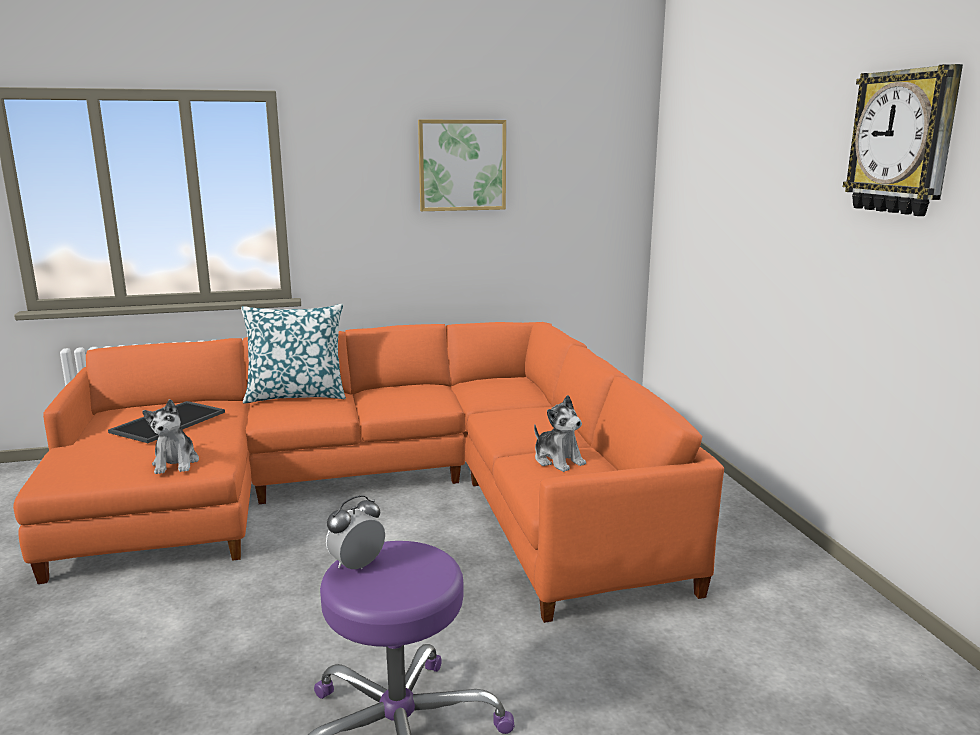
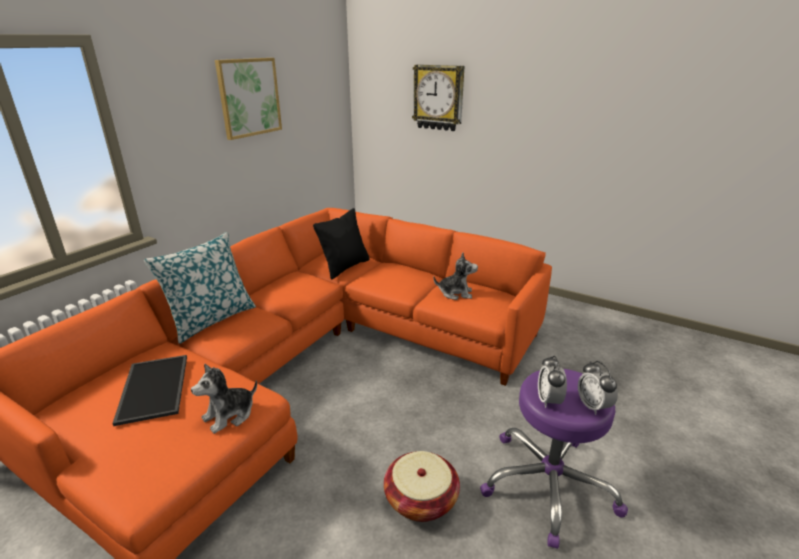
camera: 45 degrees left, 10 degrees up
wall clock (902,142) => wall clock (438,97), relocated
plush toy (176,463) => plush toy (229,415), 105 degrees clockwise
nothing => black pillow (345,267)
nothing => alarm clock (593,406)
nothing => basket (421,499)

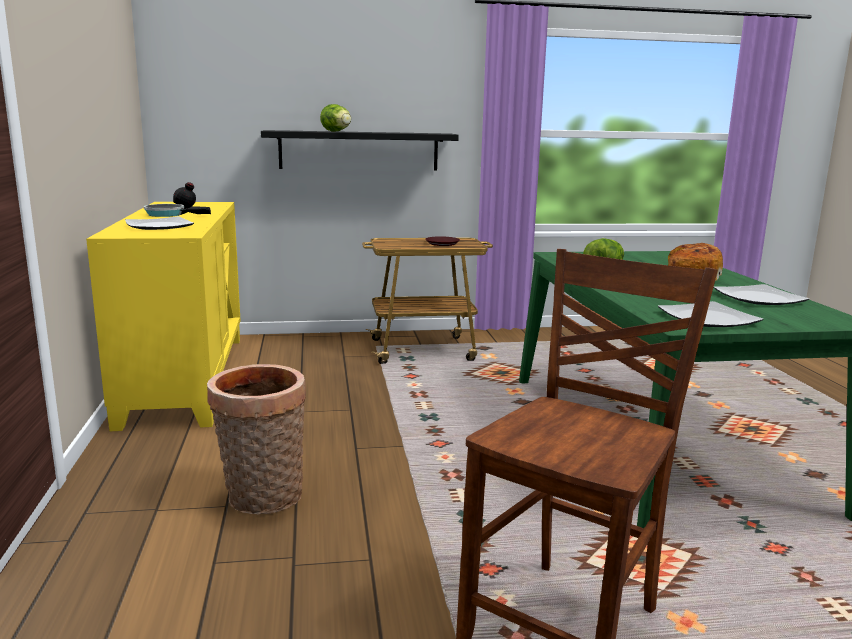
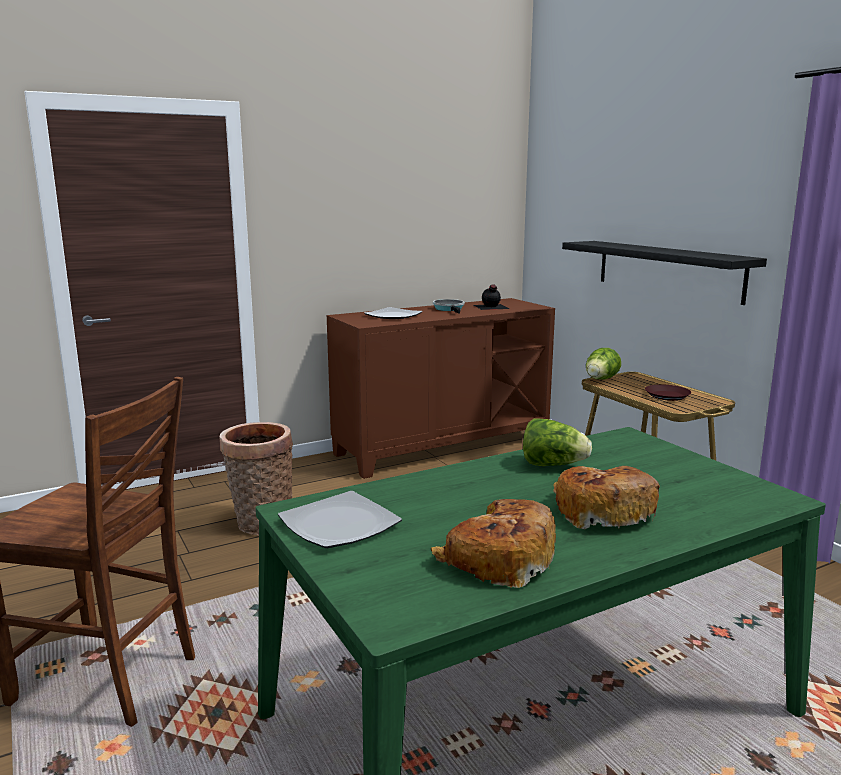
camera: 70 degrees right, 0 degrees up
lettuce (337,131) => lettuce (600,380), relocated
yellow cabinet (184,378) => brown cabinet (442,446)
plate (759,298) => bread (496,559)

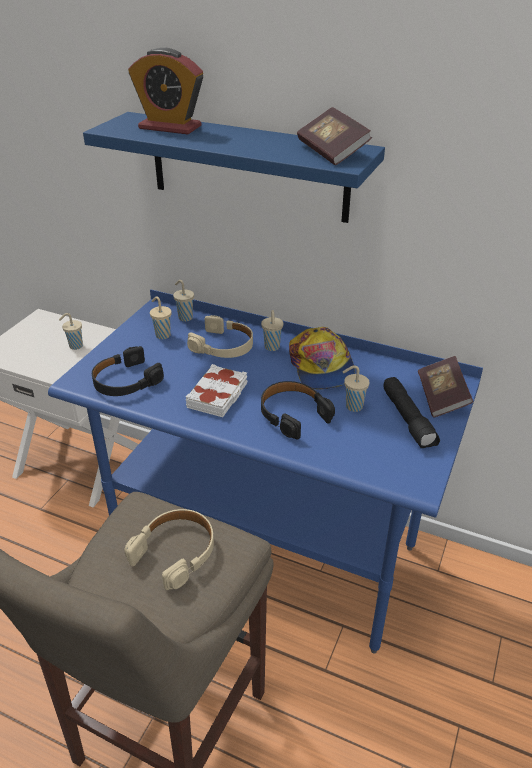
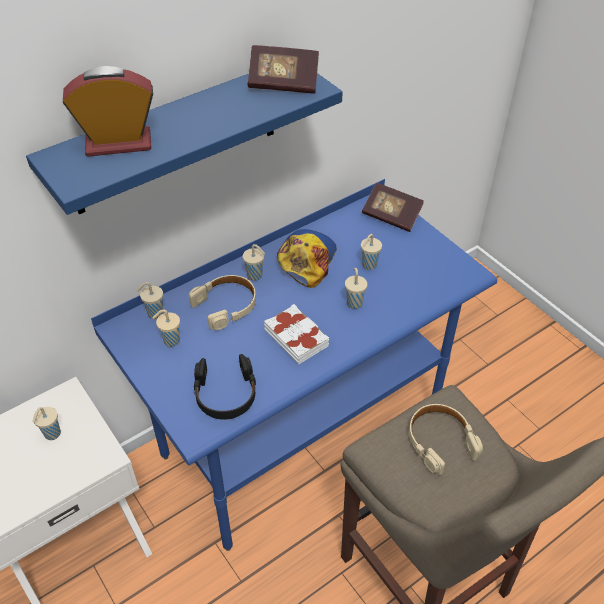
camera: 60 degrees left, 10 degrees up
alarm clock (170,127) => alarm clock (118,144), 150 degrees counterclockwise
cap (321,367) => cap (306,259), 90 degrees counterclockwise
black flashlight (408,419) => nothing
black headphones (293,414) => beige cup (354,302)

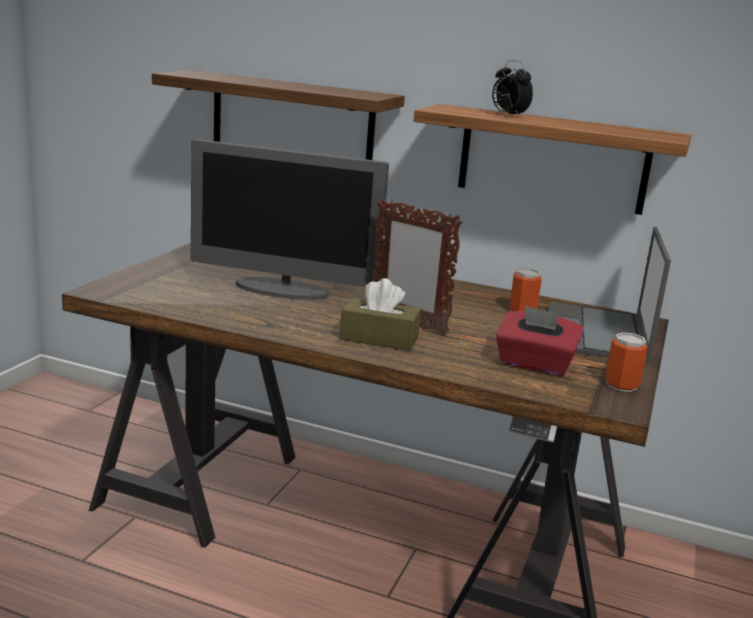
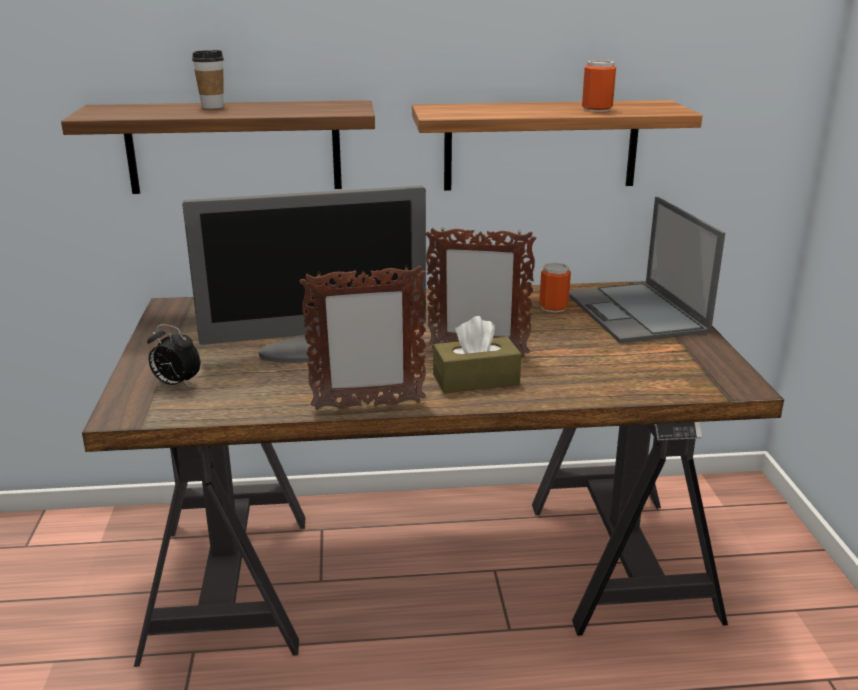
camera: 25 degrees left, 5 degrees up
alarm clock (508,115) => alarm clock (176,384), relocated
red tissue box (534,364) => nothing
can (621,385) => can (597,109), relocated
nothing => cup (212,107)
nothing => picture frame (367,405)

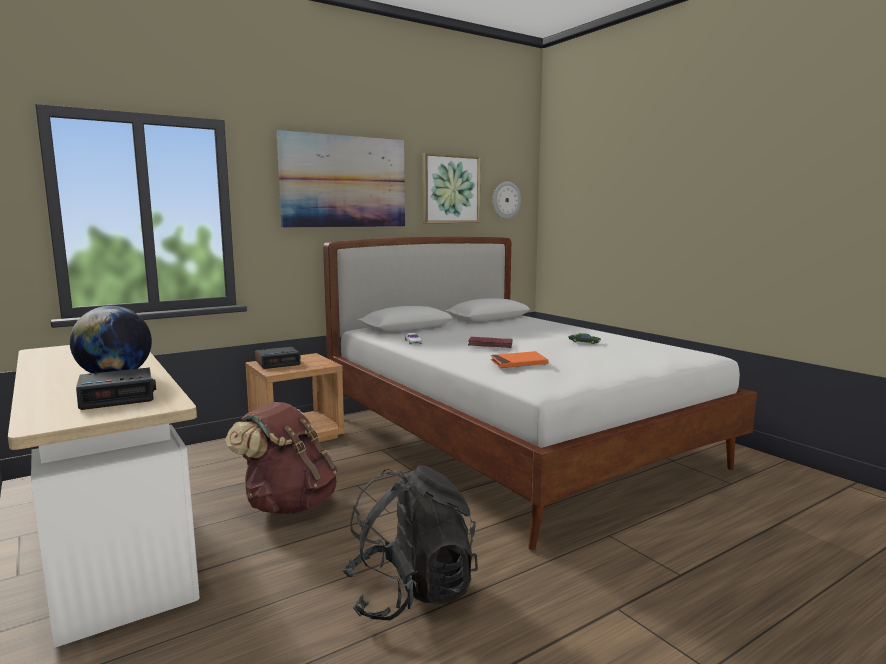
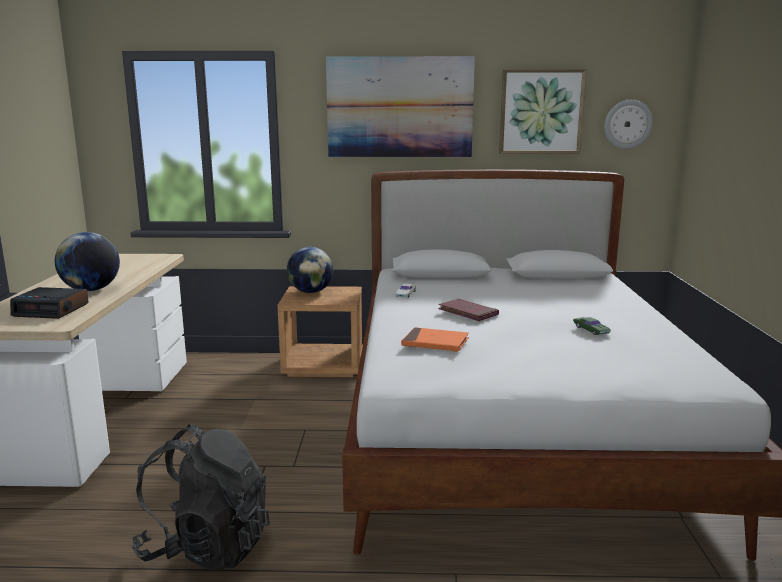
camera: 35 degrees right, 5 degrees up
alarm clock (278,363) => globe (310,292)
brown backpack (288,504) => nothing

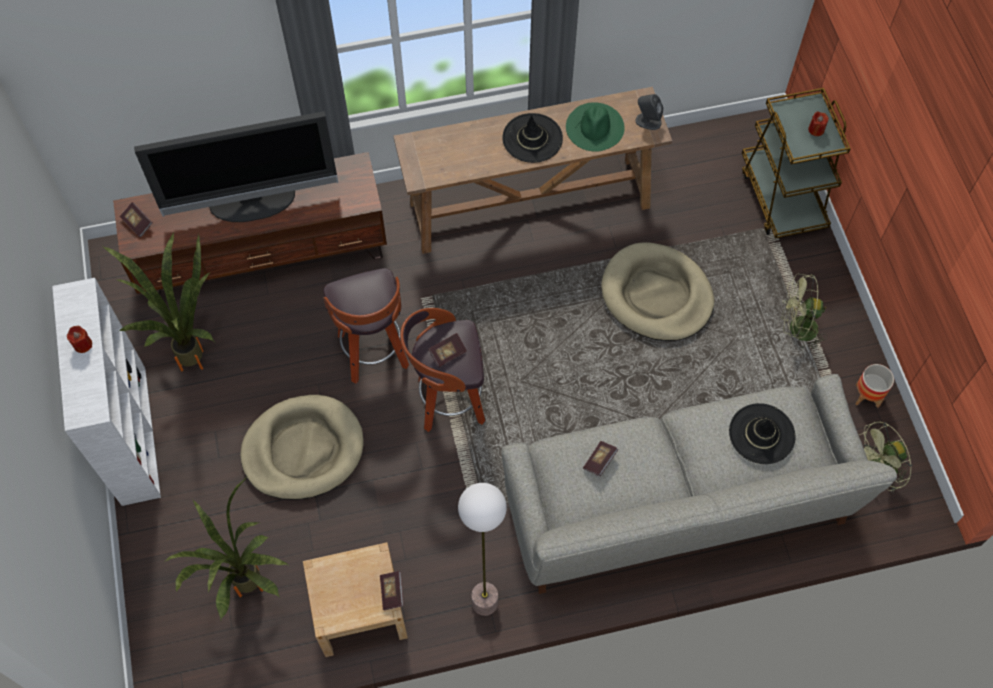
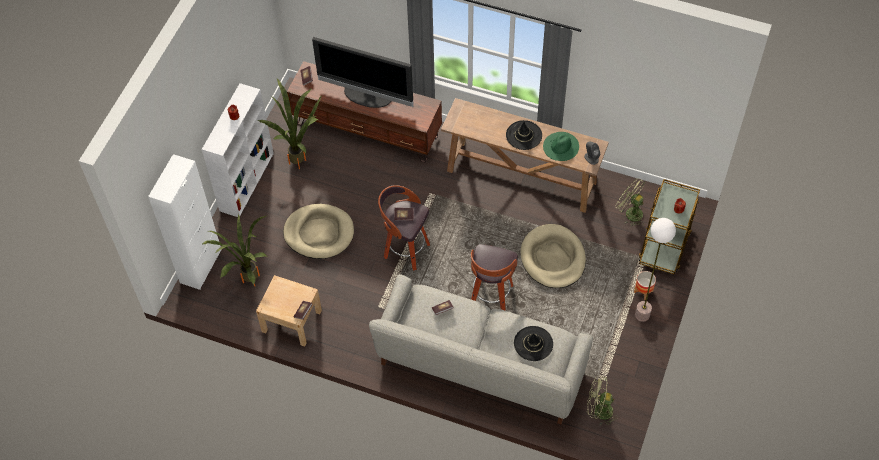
camera: 35 degrees right, 5 degrees down
stool (374,353) => stool (491,297), relocated
green fan (796,329) => green fan (630,212), relocated
planter (867,396) => planter (643,291), relocated
floor lamp (484,603) => floor lamp (642,315), relocated
nothing => white cabinet (201,266)

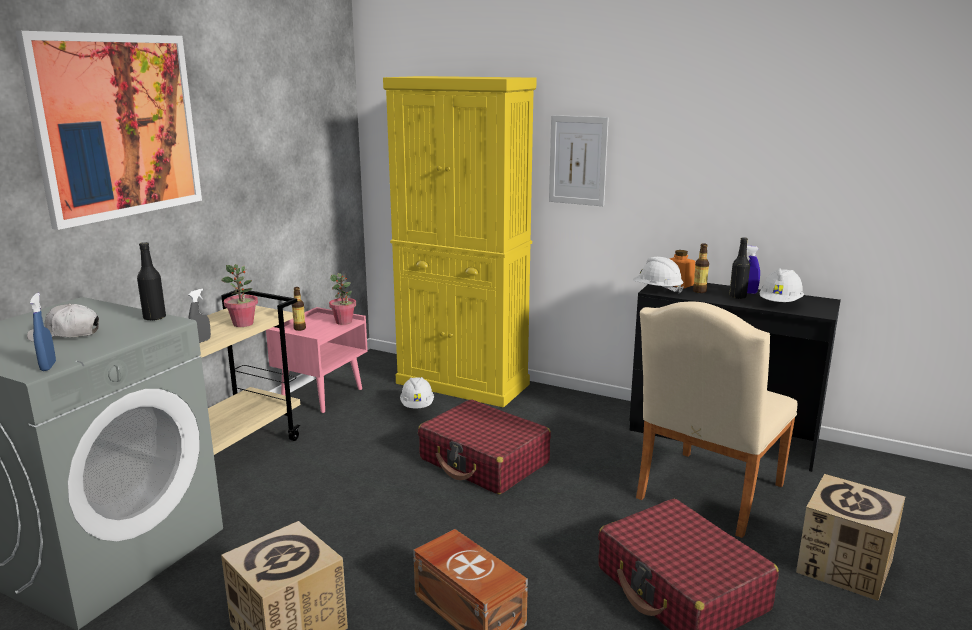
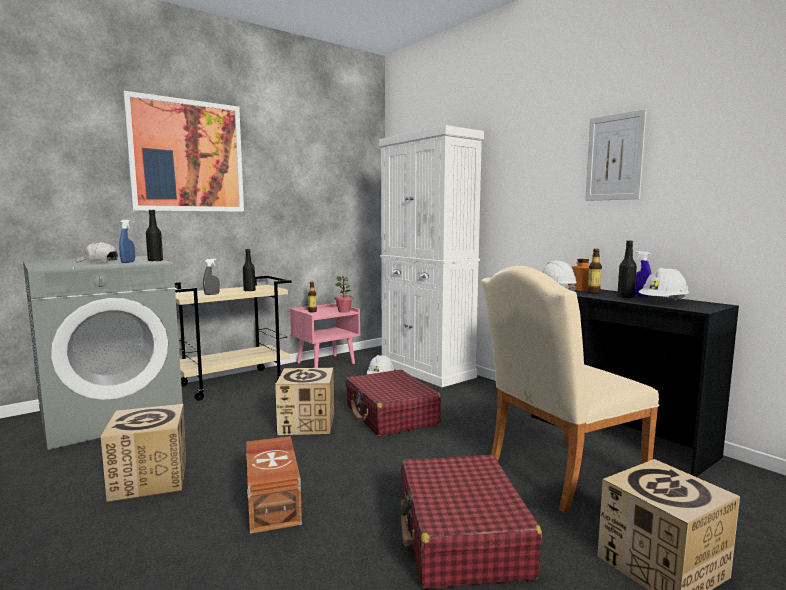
camera: 25 degrees right, 10 degrees down
yellow cabinet (463,384) => white cabinet (426,370)
picture (578,160) => picture (614,157), relocated
potted plant (243,324) => black bottle (249,291)
blue spray bottle (48,366) => blue spray bottle (128,262), relocated
nothing => cardboard box (307,424)

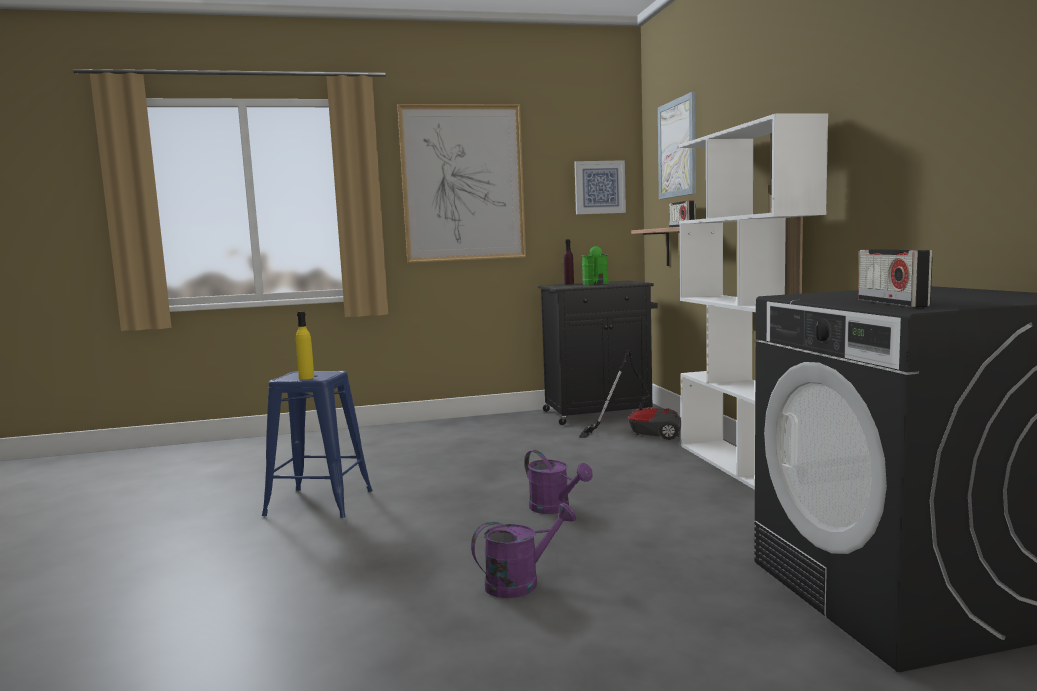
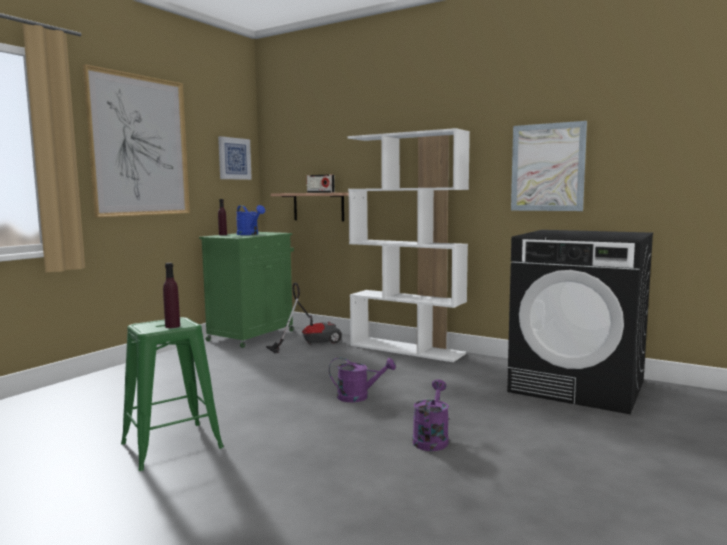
camera: 45 degrees left, 0 degrees up
picture (677,148) => picture (547,167), relocated
green watering can (595,284) => blue watering can (250,234)
radio (892,303) => nothing
black cabinet (599,413) => green cabinet (252,335)
yellow bottle (306,378) => purple bottle (172,326)
blue stool (320,503) => green stool (172,445)

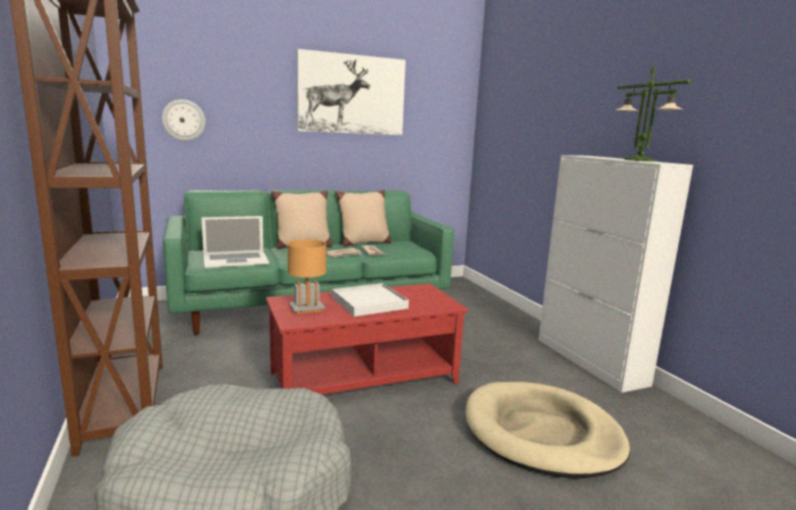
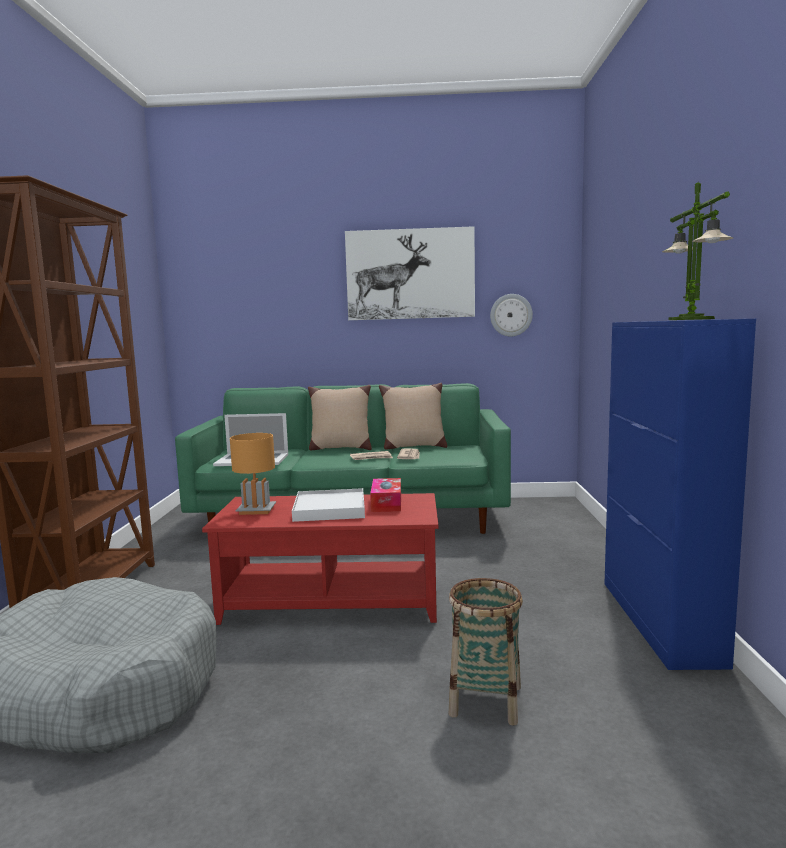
camera: 25 degrees right, 5 degrees down
wall clock (184,120) => wall clock (511,315), relocated
white cabinet (590,361) => blue cabinet (659,621)
beige dog bed (541,434) => basket (486,701)
nothing => tissue box (386,503)

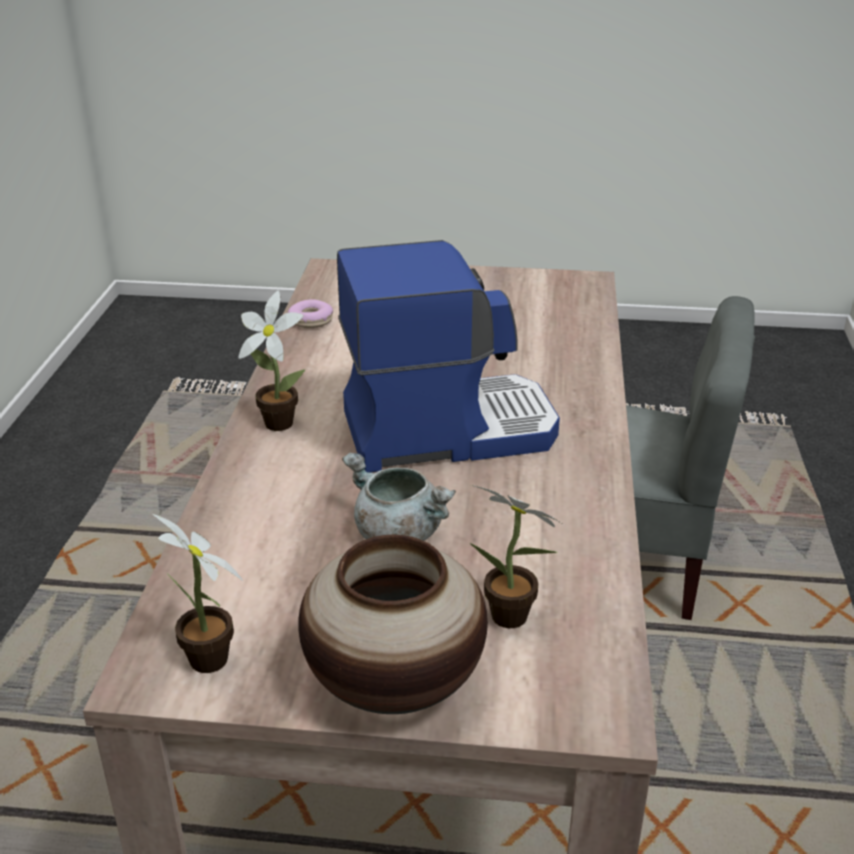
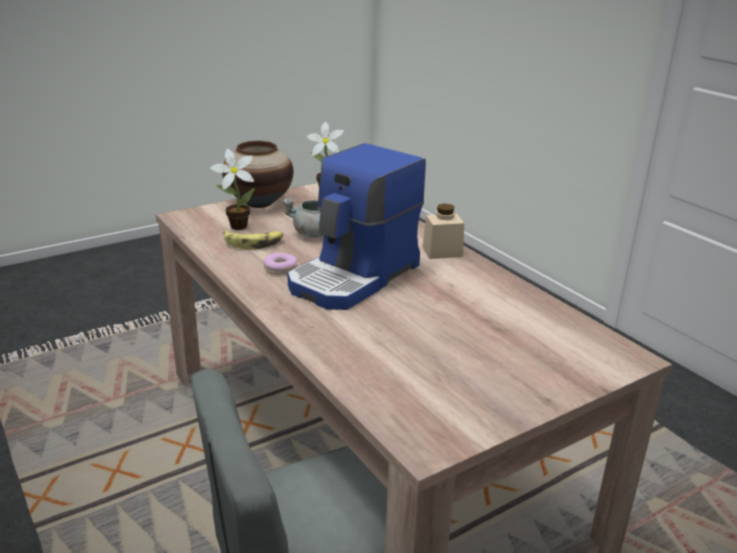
camera: 140 degrees right, 5 degrees down
potted plant (276,421) => beige jar (442,252)
donut (311,321) => donut (280,268), relocated
nothing => banana (254,243)

